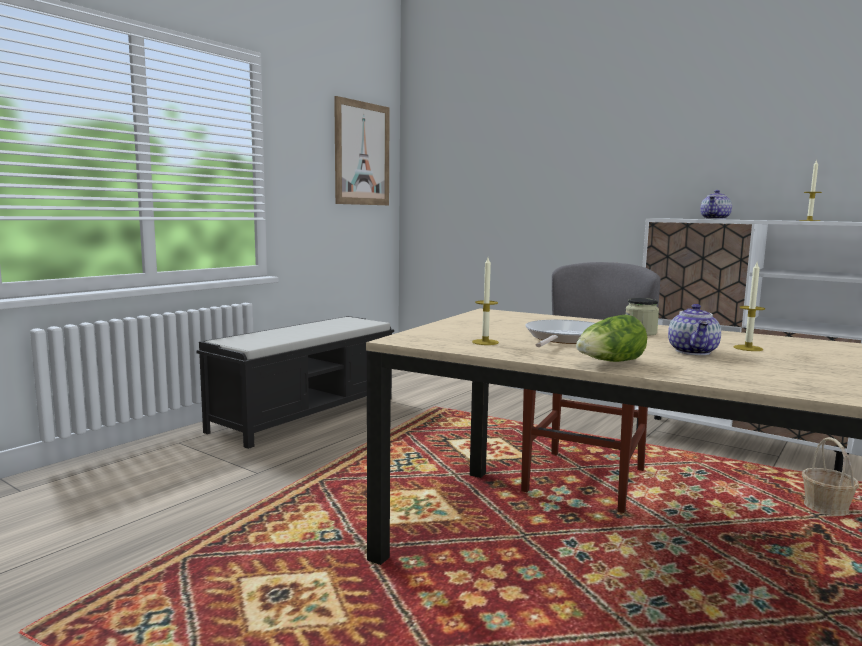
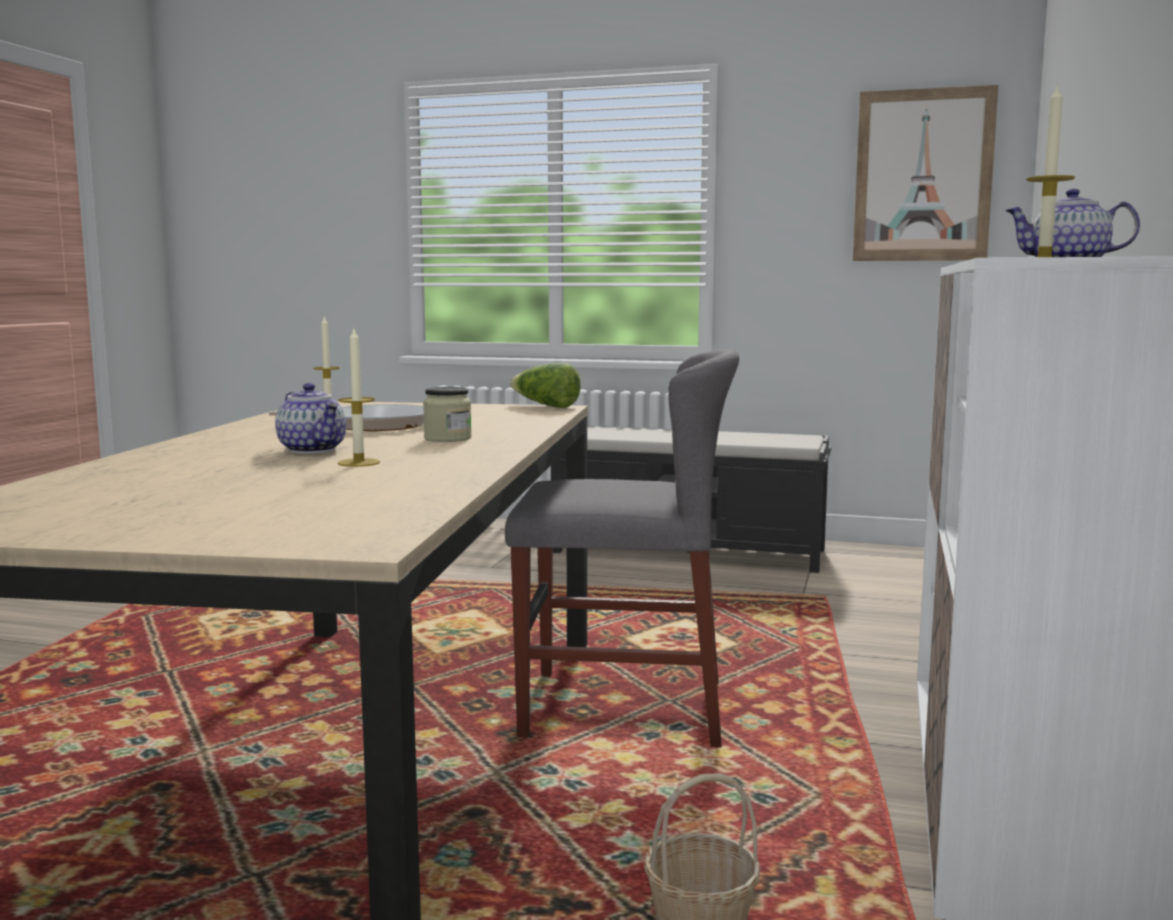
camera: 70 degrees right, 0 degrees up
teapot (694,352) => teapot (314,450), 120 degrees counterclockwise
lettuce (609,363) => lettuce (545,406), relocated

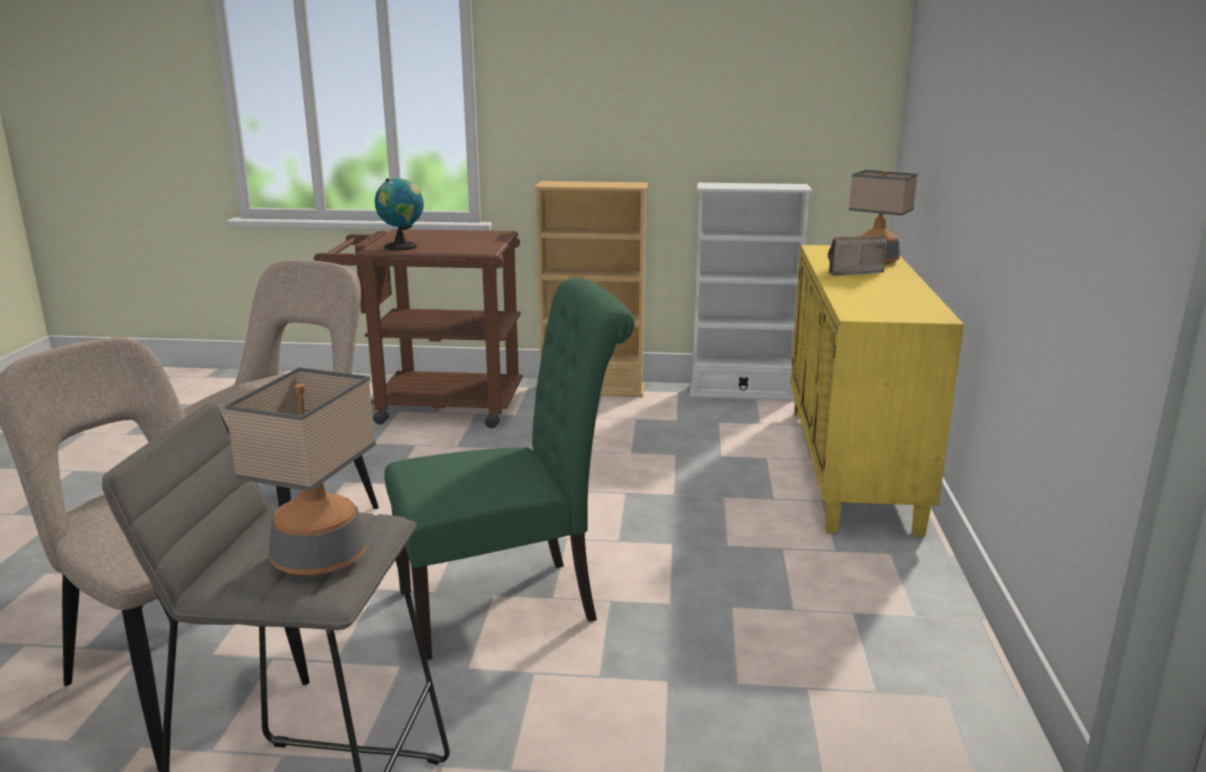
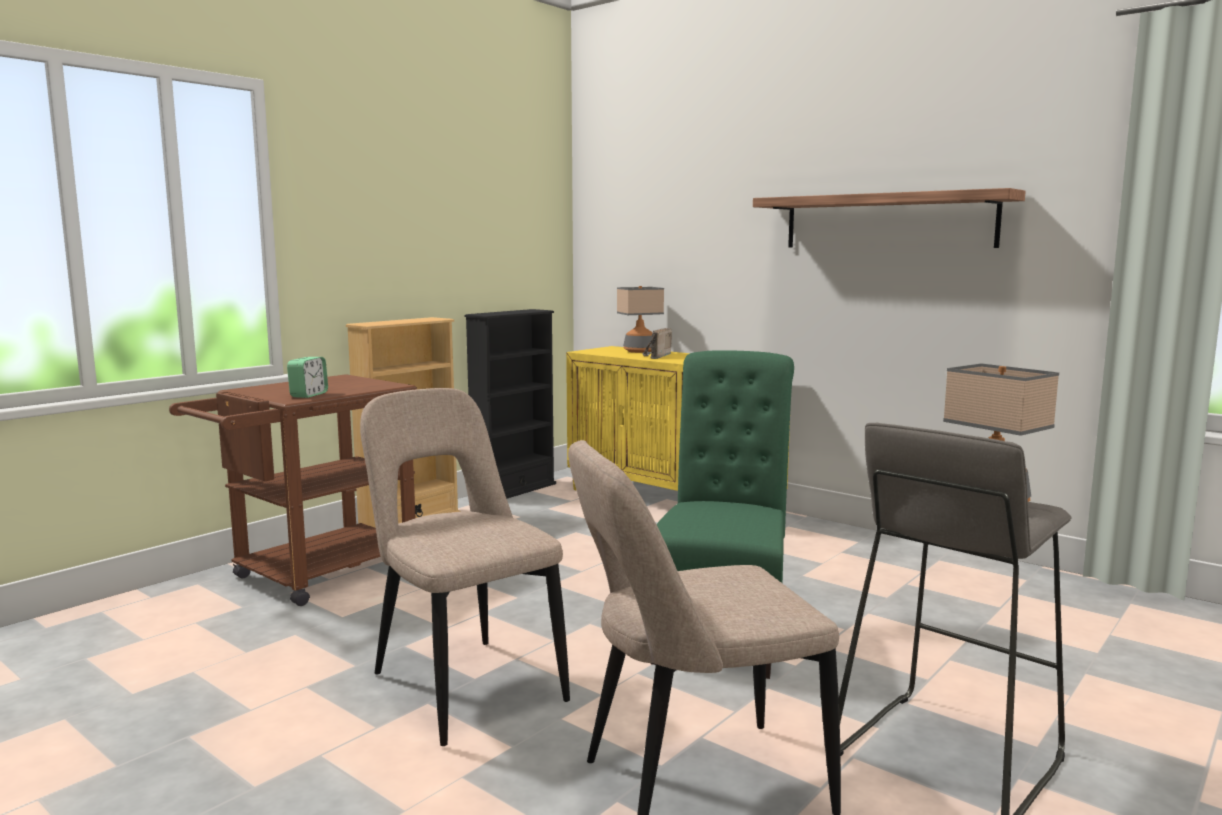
camera: 55 degrees left, 10 degrees down
globe (403,246) => alarm clock (309,395)
white bookcase (741,392) => black bookcase (514,490)
nothing => shelf (887,221)

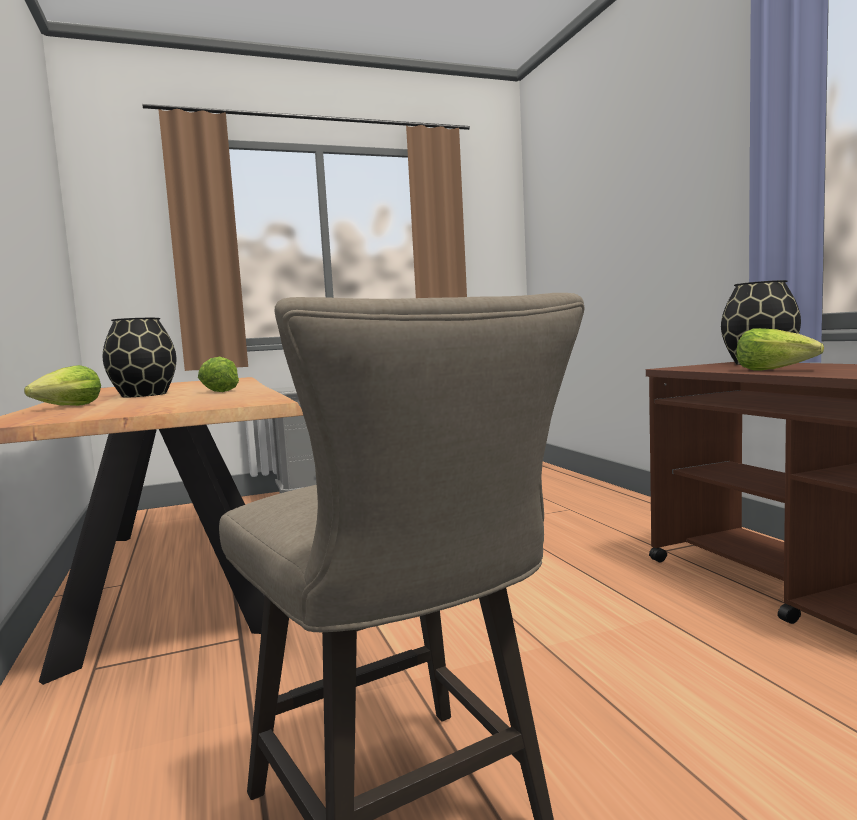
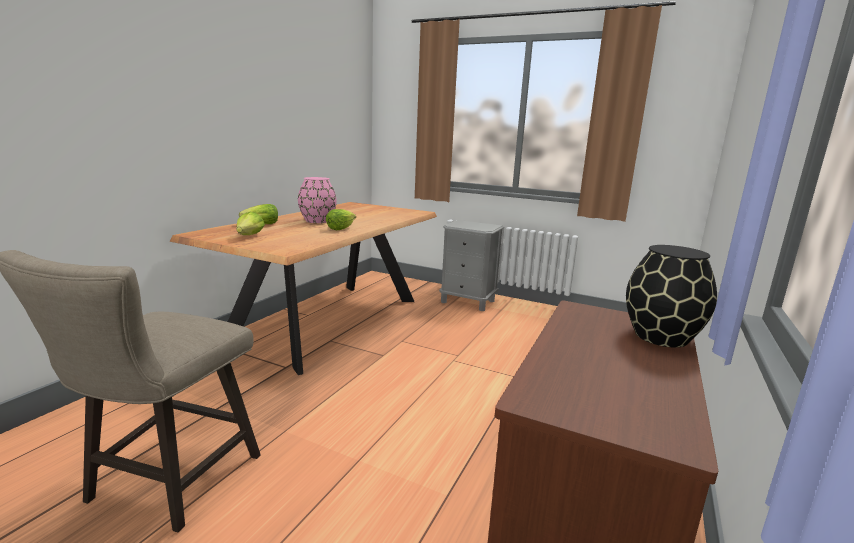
camera: 45 degrees right, 10 degrees up
black vase (143,395) => pink vase (317,221)
lettuce (774,370) => lettuce (249,236), relocated

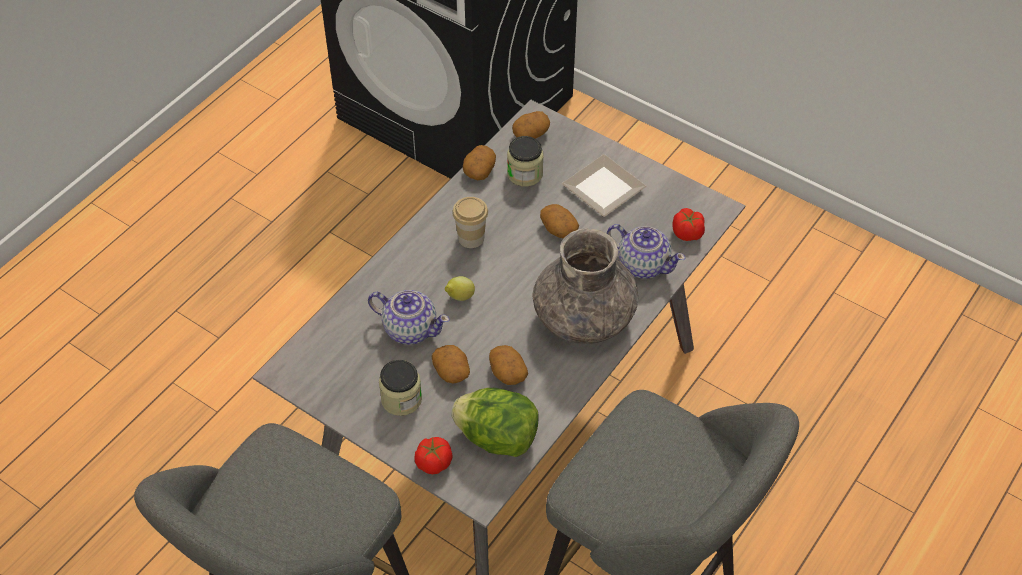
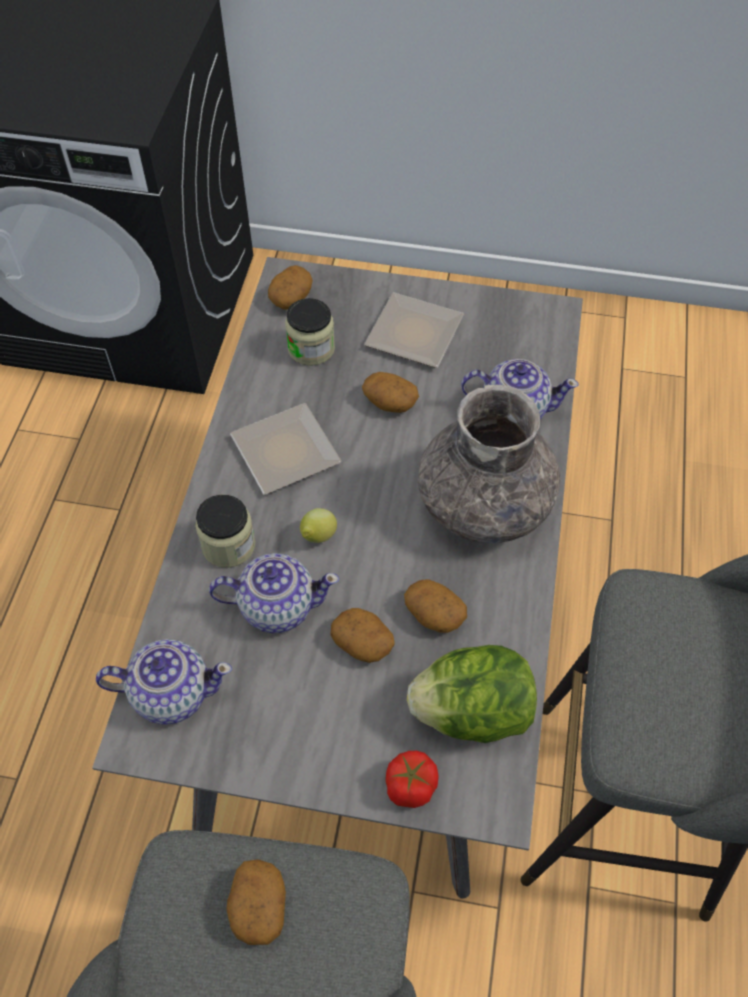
camera: 25 degrees left, 5 degrees up
potato (479,170) => potato (258,906), relocated
cup (471,238) => plate (289,453)
tomato (687,233) => nothing
jar (401,399) => jar (228,545), relocated
nothing => teapot (171,692)

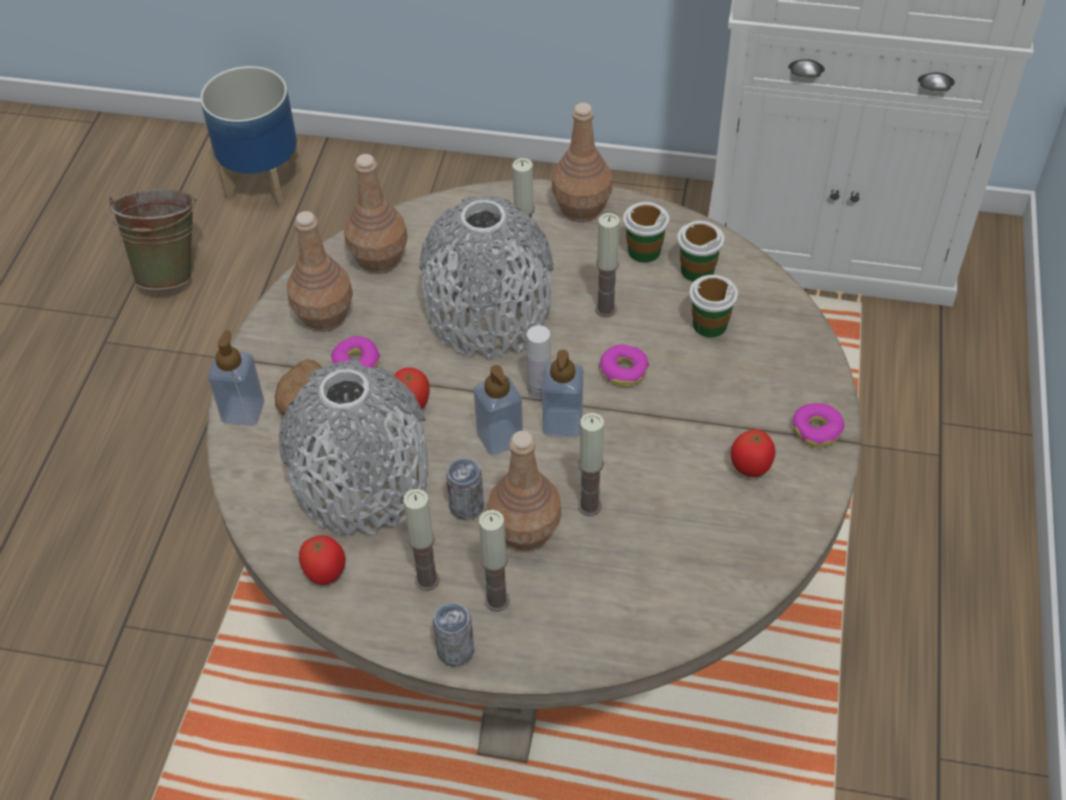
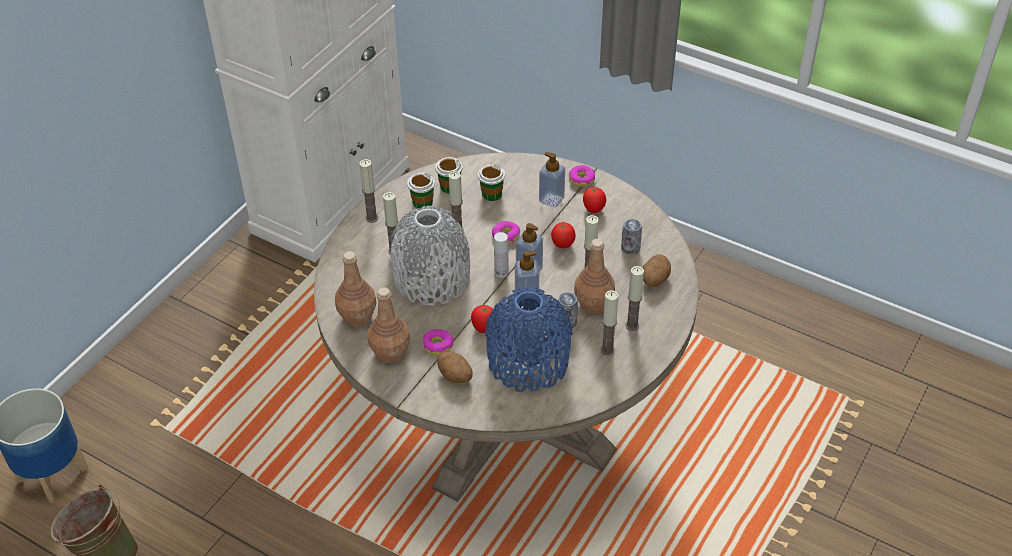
camera: 70 degrees left, 5 degrees down
brown bottle (580,208) => candle (372,218)
soap dispenser (243,411) => soap dispenser (551,199), relocated
grey vase (362,481) => blue vase (528,362)
tomato (326,574) => tomato (562,245), relocated
can (455,650) => can (630,248), relocated
nothing => potato (654,280)

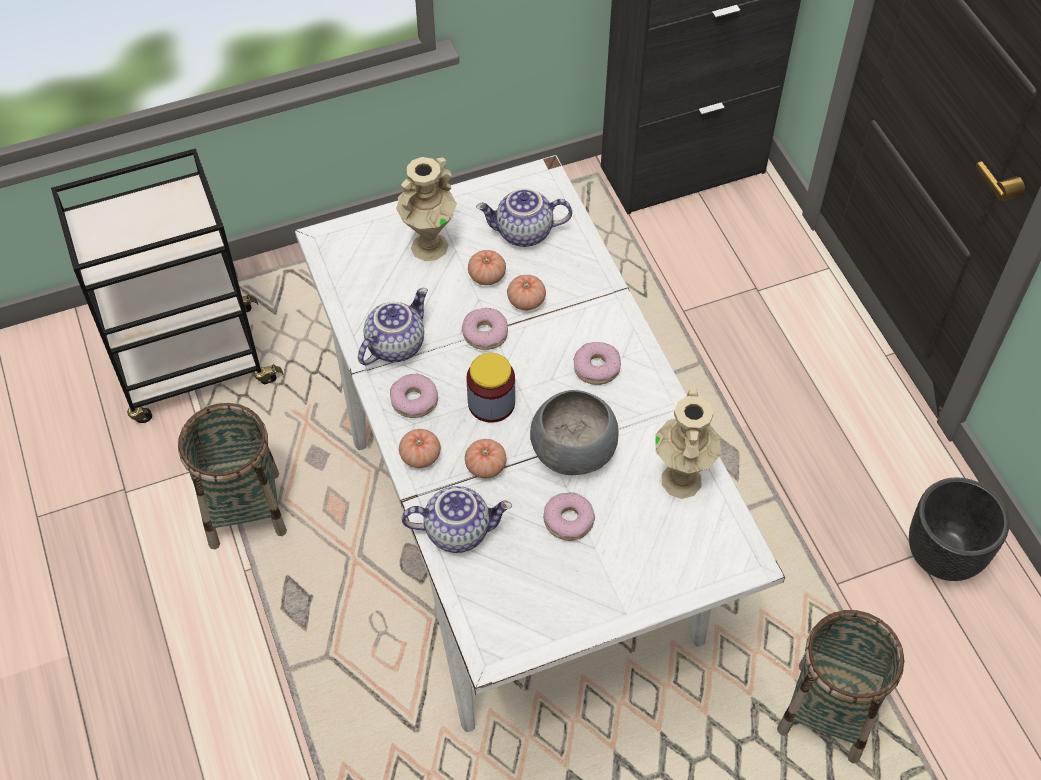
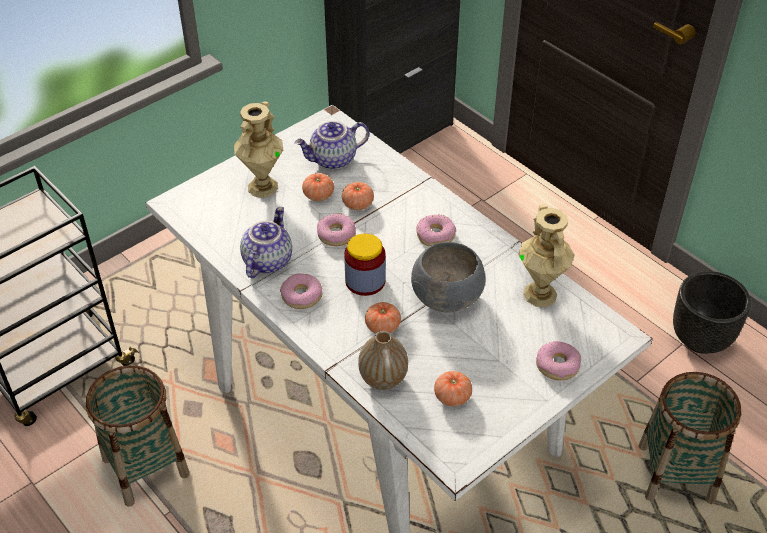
camera: 20 degrees left, 10 degrees down
tomato (420,456) => tomato (452,397), relocated
teapot (458,530) => vase (383,379)
donut (568,520) => donut (557,365), relocated

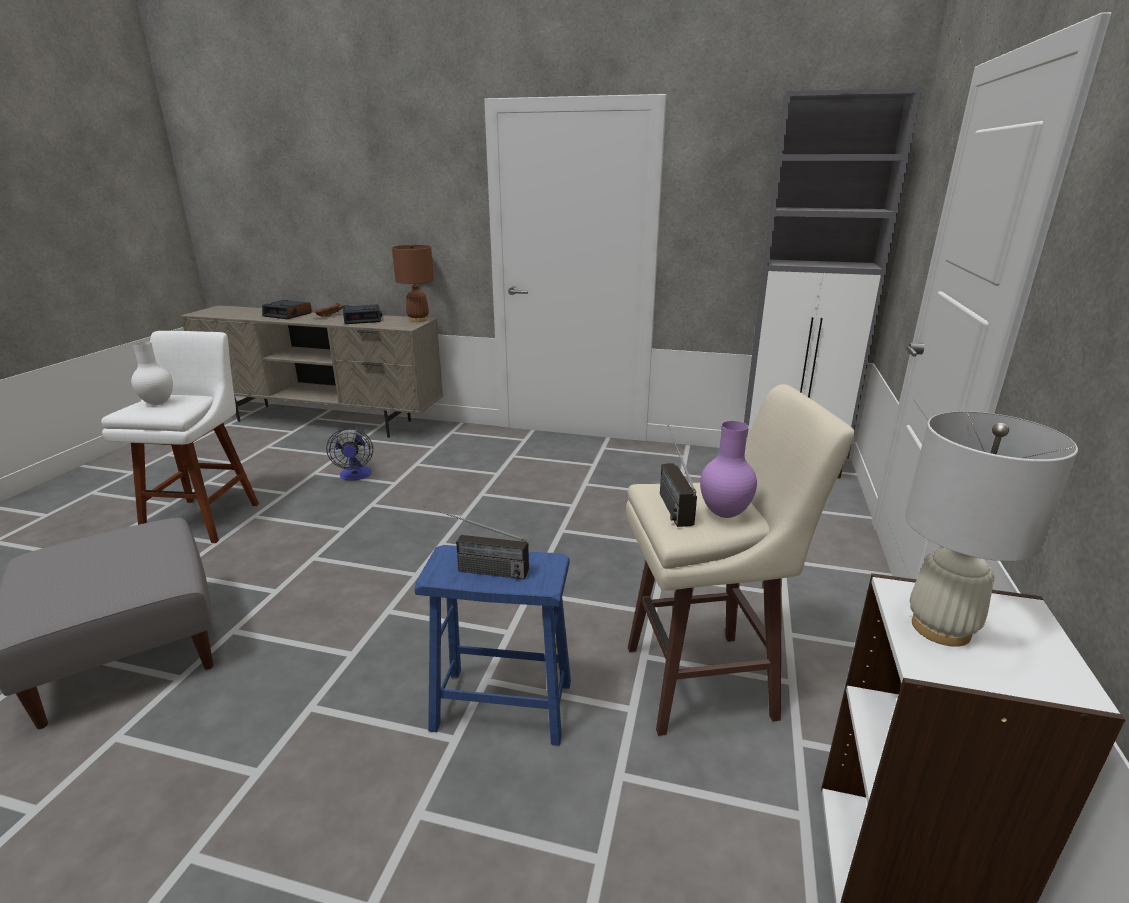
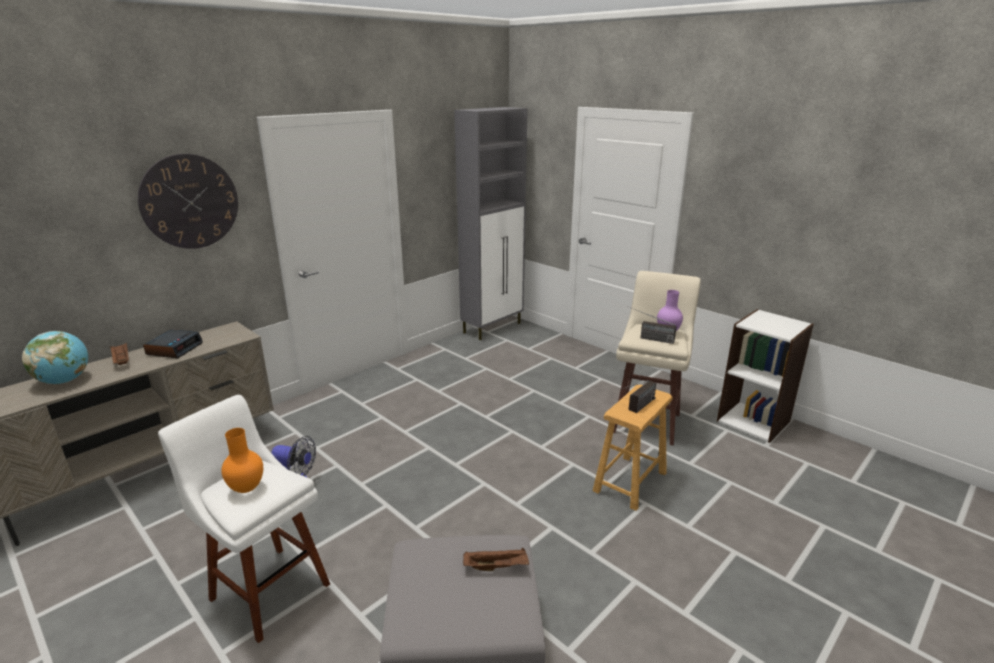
camera: 60 degrees left, 0 degrees up
brown table lamp (418,320) => nothing
alarm clock (288,314) => globe (64,381)
white vase (158,403) => orange vase (246,488)
white table lamp (941,628) => nothing
blue stool (502,705) => brown stool (629,482)
nothing => wall clock (190,202)
nothing => brown tray (496,566)

